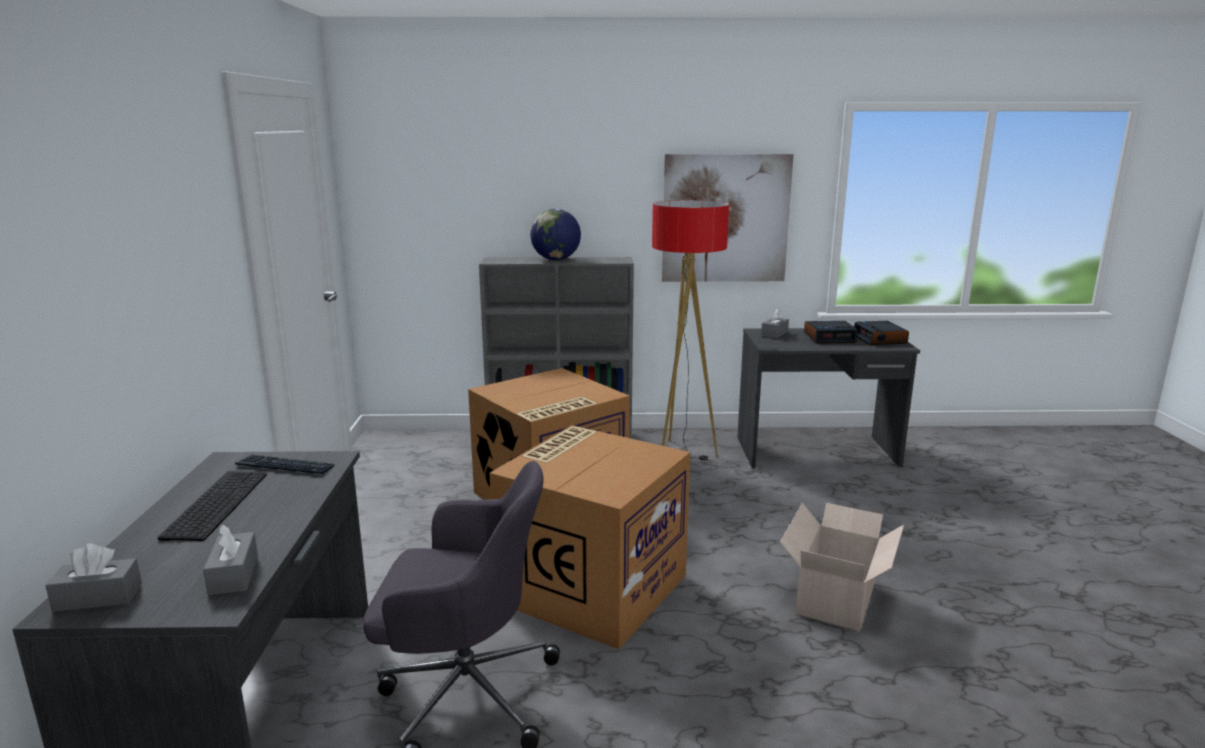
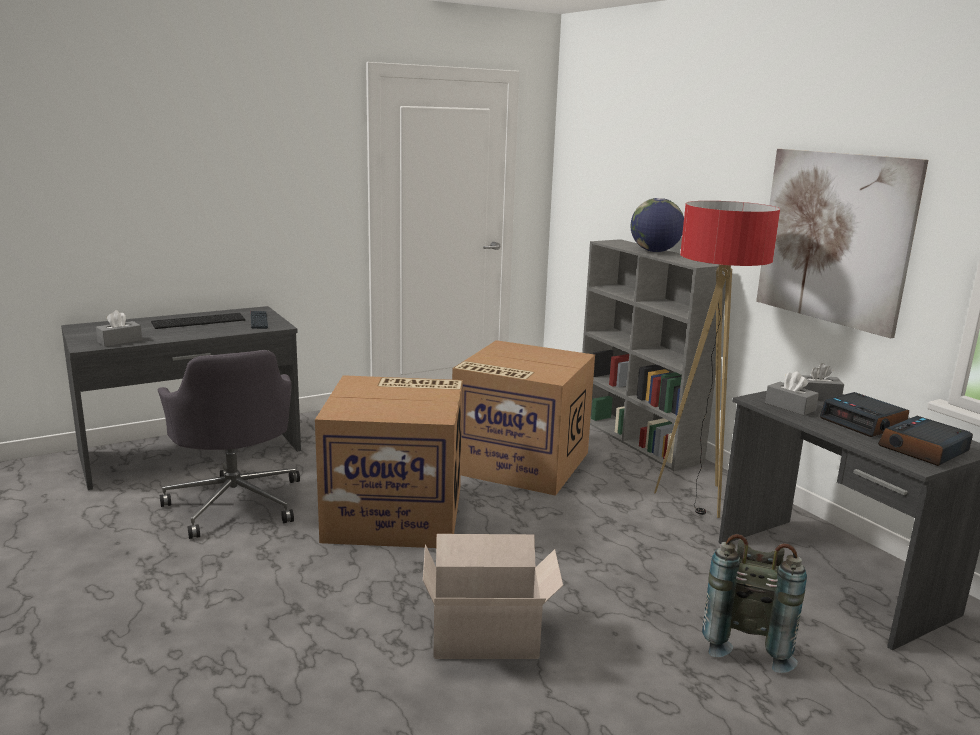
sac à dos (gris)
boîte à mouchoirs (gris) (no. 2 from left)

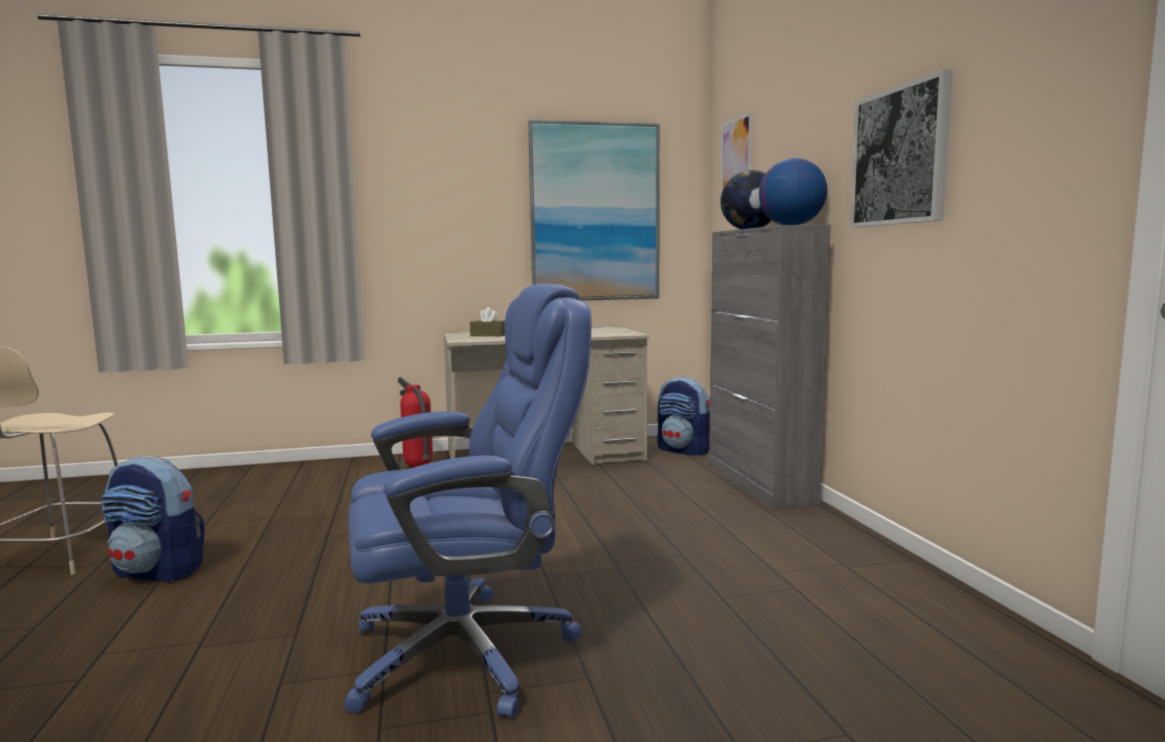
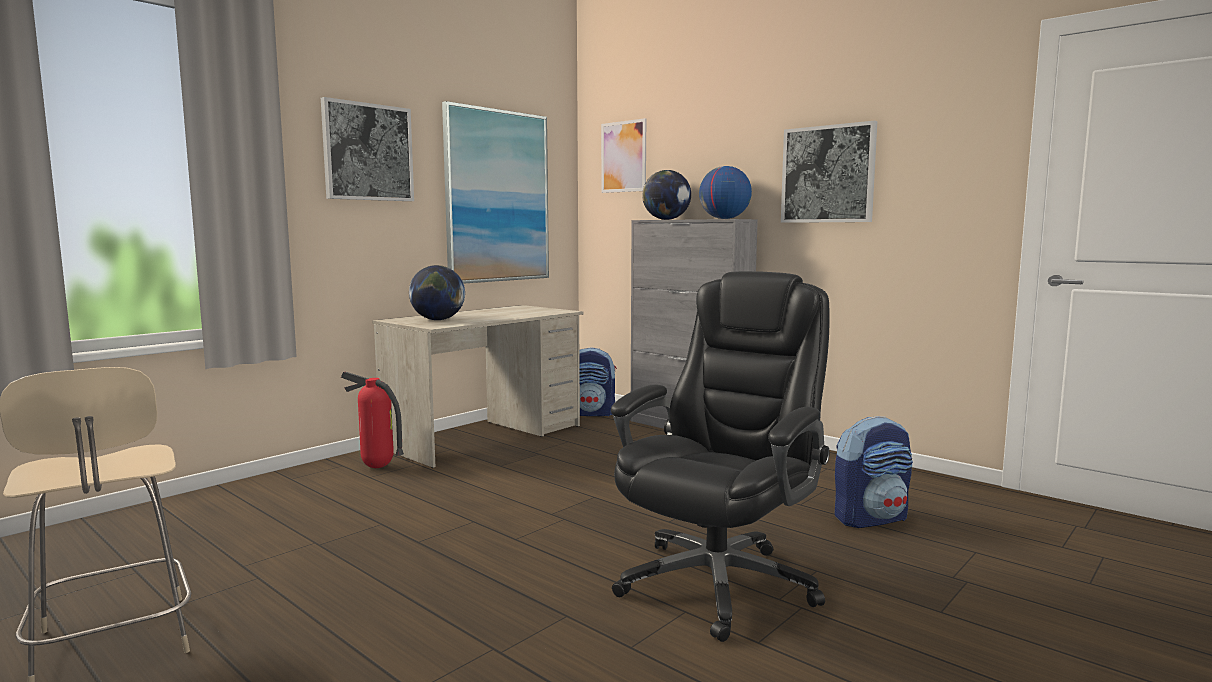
tableau (no. 1 from left)
globe (no. 1 from left)
chaise de bureau (noir)
sac à dos (no. 2 from left)

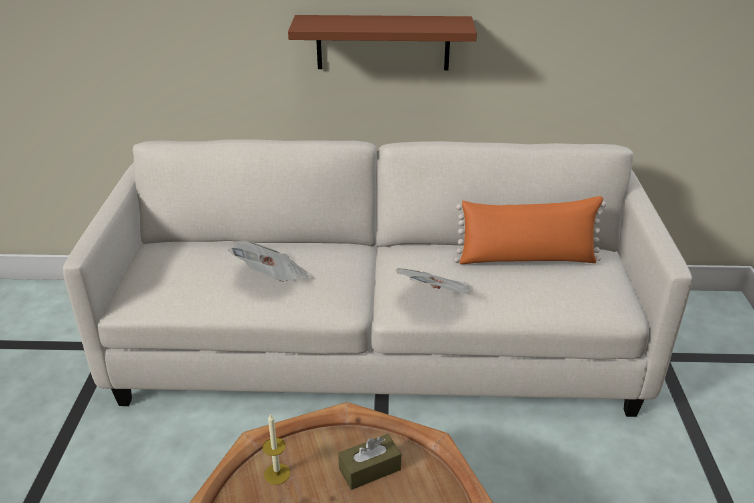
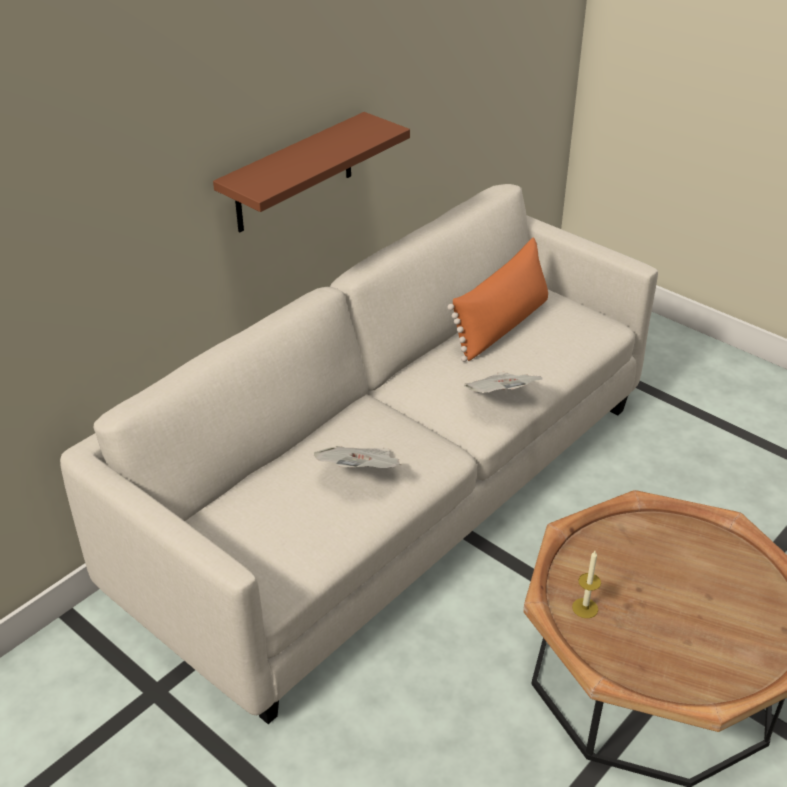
boîte à mouchoirs (marron)

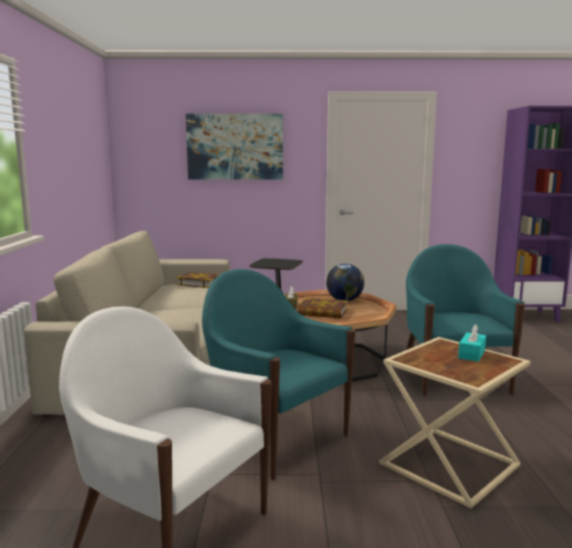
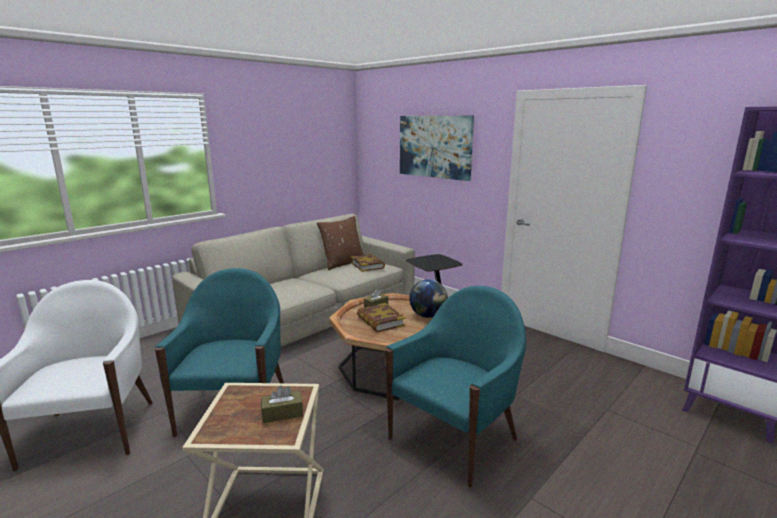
boîte à mouchoirs (marron) (no. 1 from left)
coussin (marron)

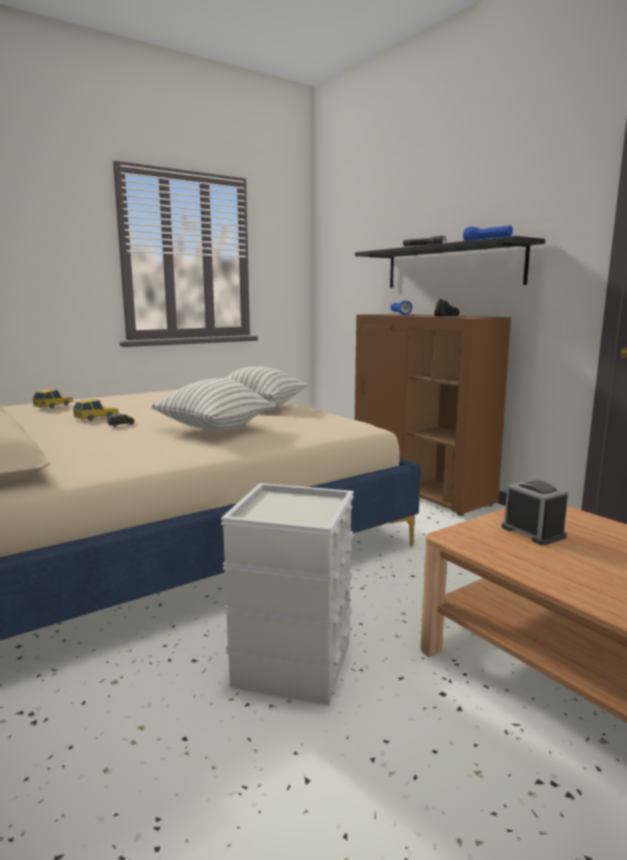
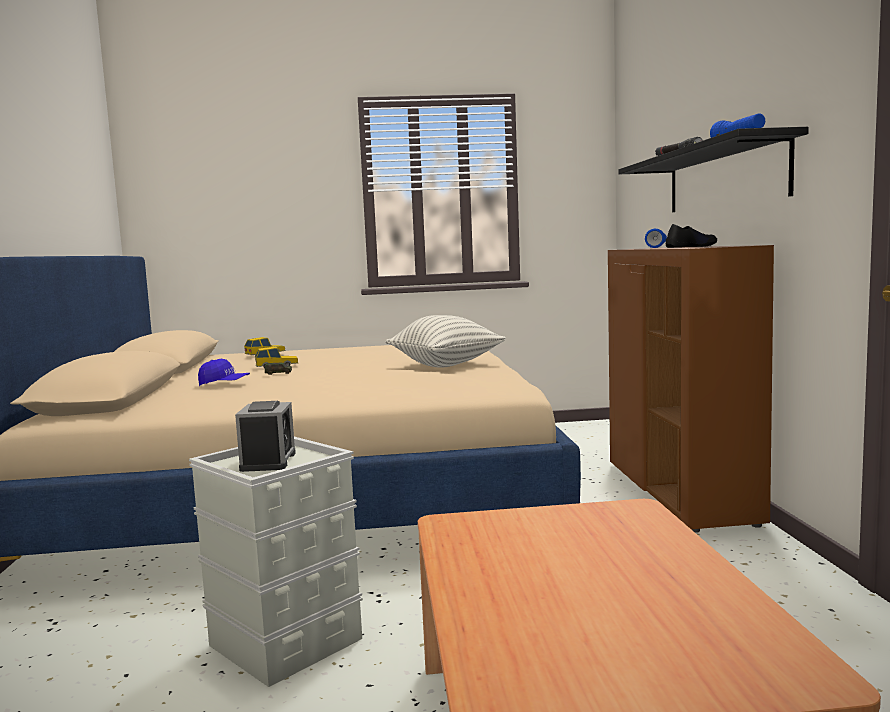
casquette (bleu)
réveil
coussin (no. 1 from left in the first image)

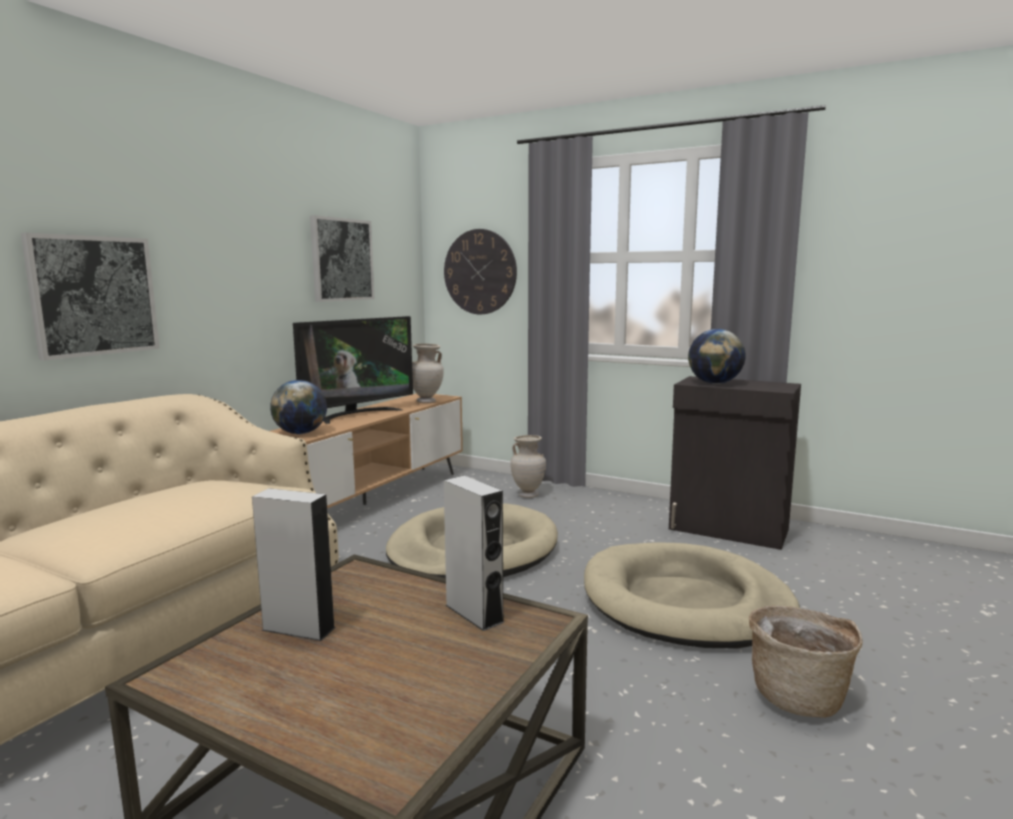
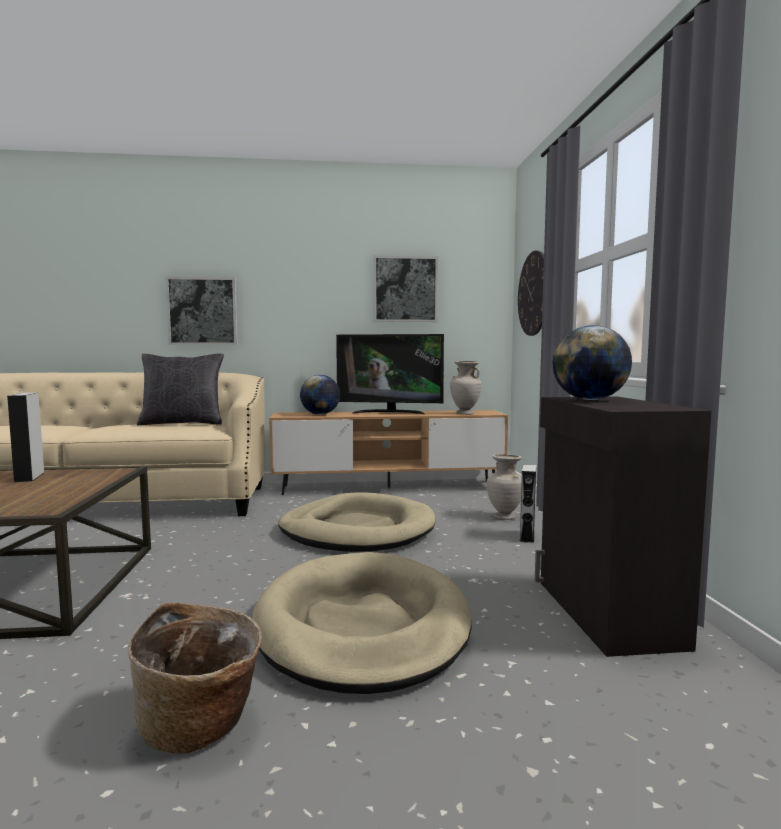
coussin (noir)
enceinte (gris) (no. 2 from left)

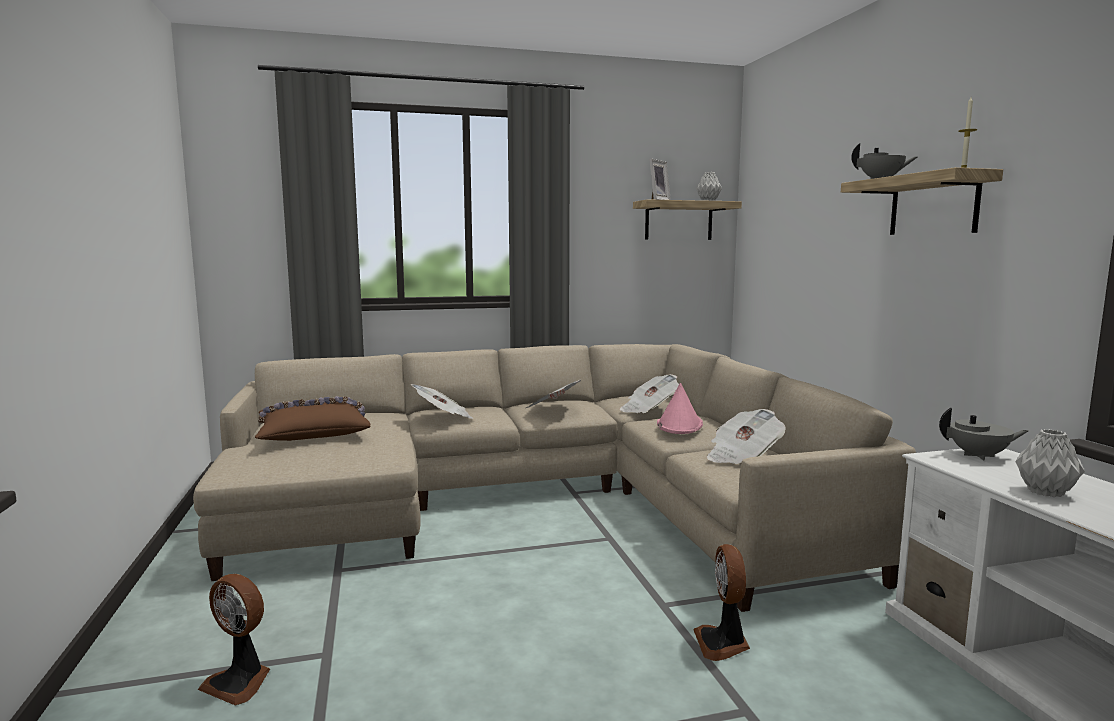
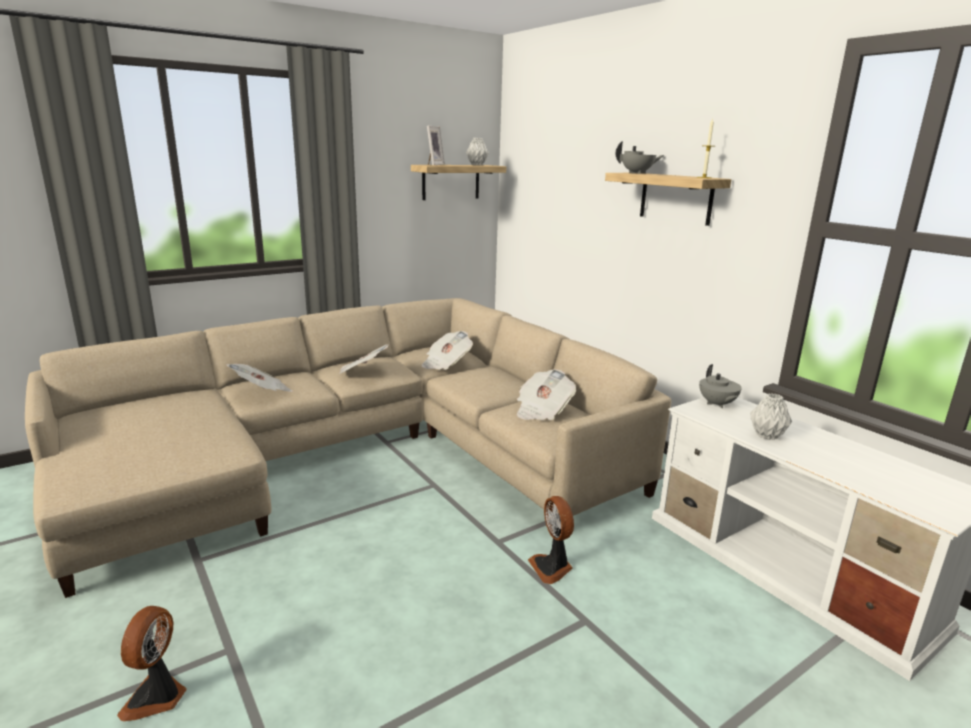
ventilateur (no. 1 from left)
théière (gris) (no. 2 from left)
coussin (marron)
chapeau (rose)

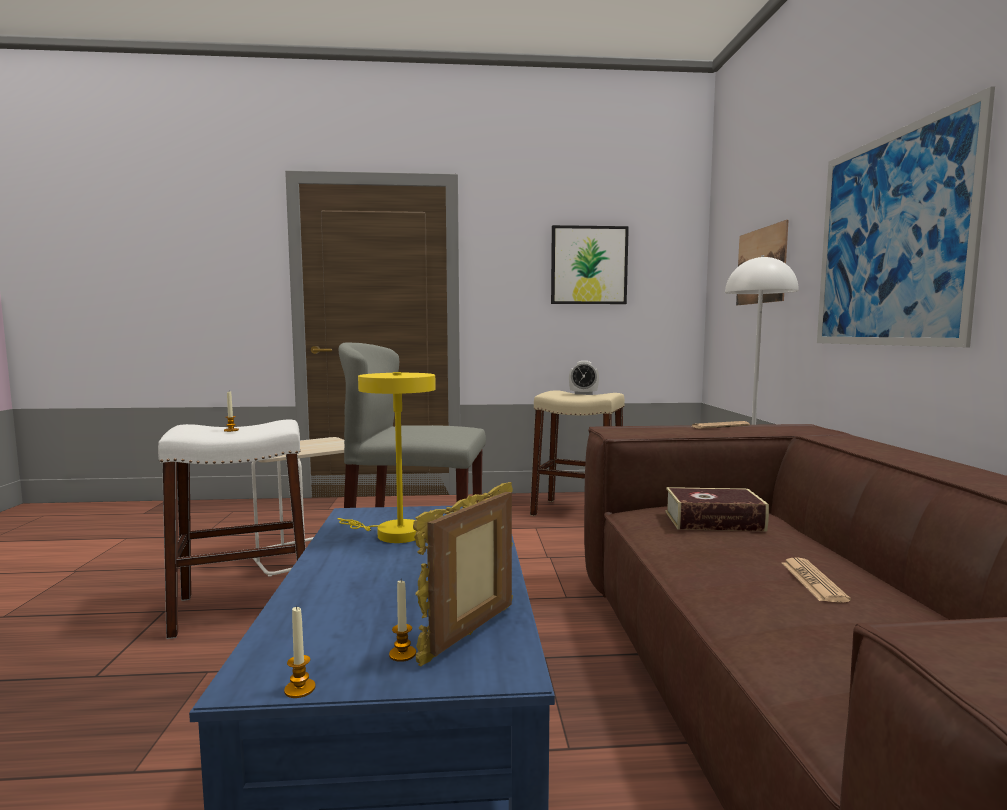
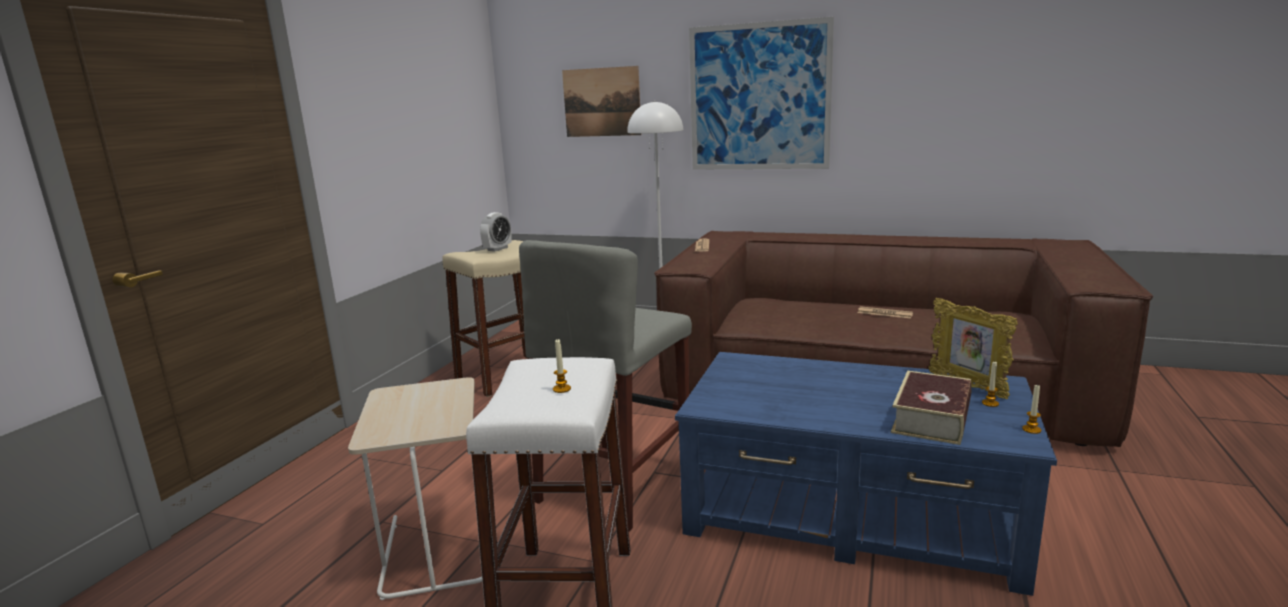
livre
lampe de table (jaune)
tableau (no. 1 from left in the first image)

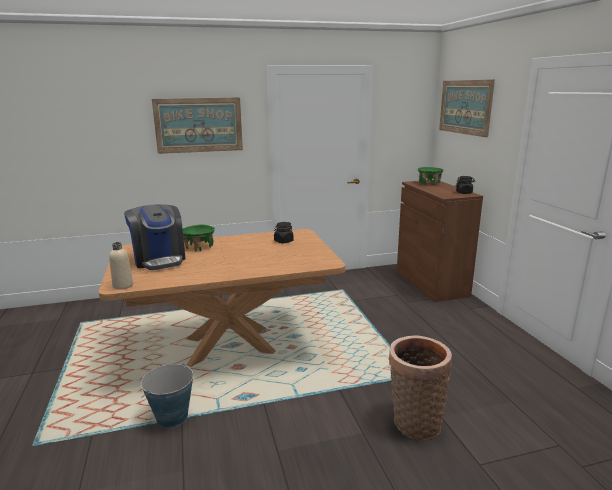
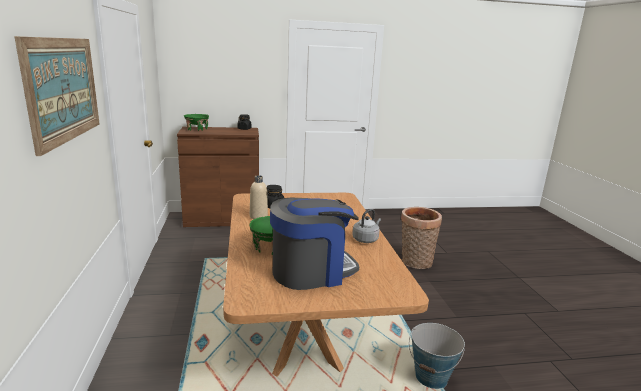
bouteille (beige)
bouilloire (gris)
tableau (no. 2 from left in the first image)

